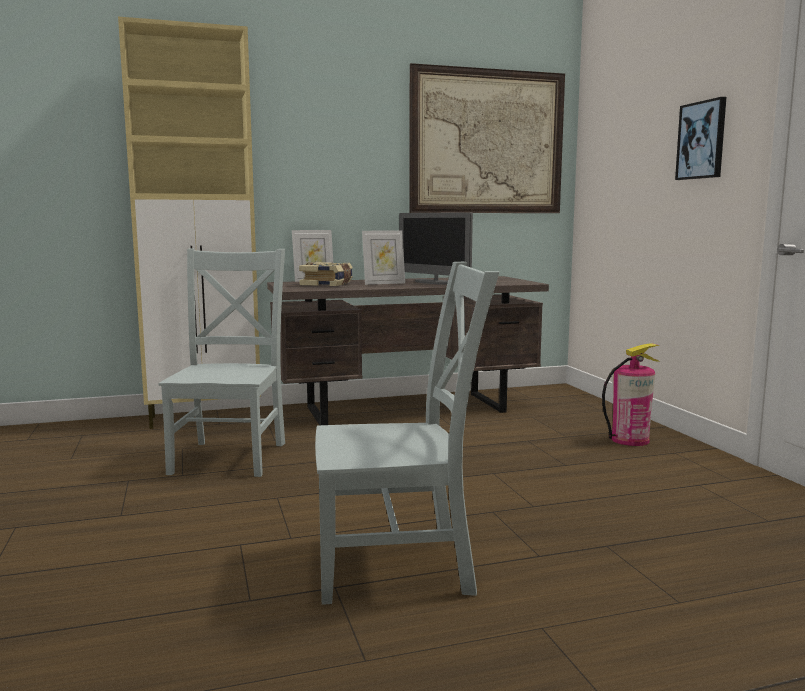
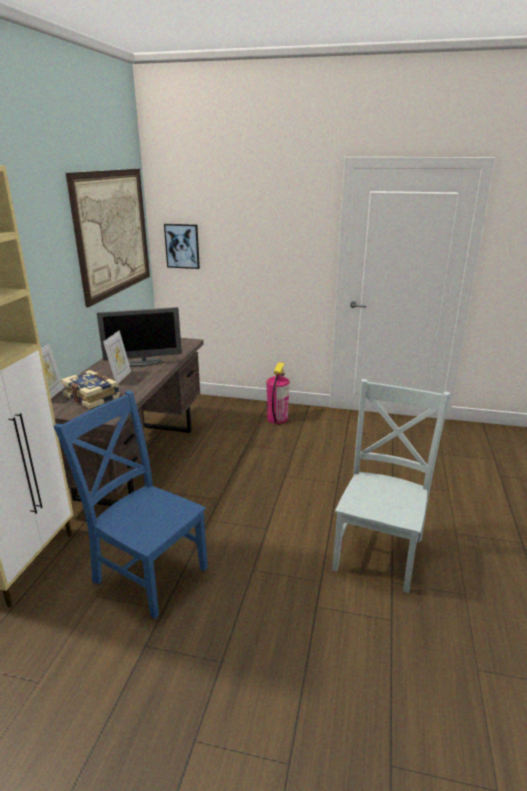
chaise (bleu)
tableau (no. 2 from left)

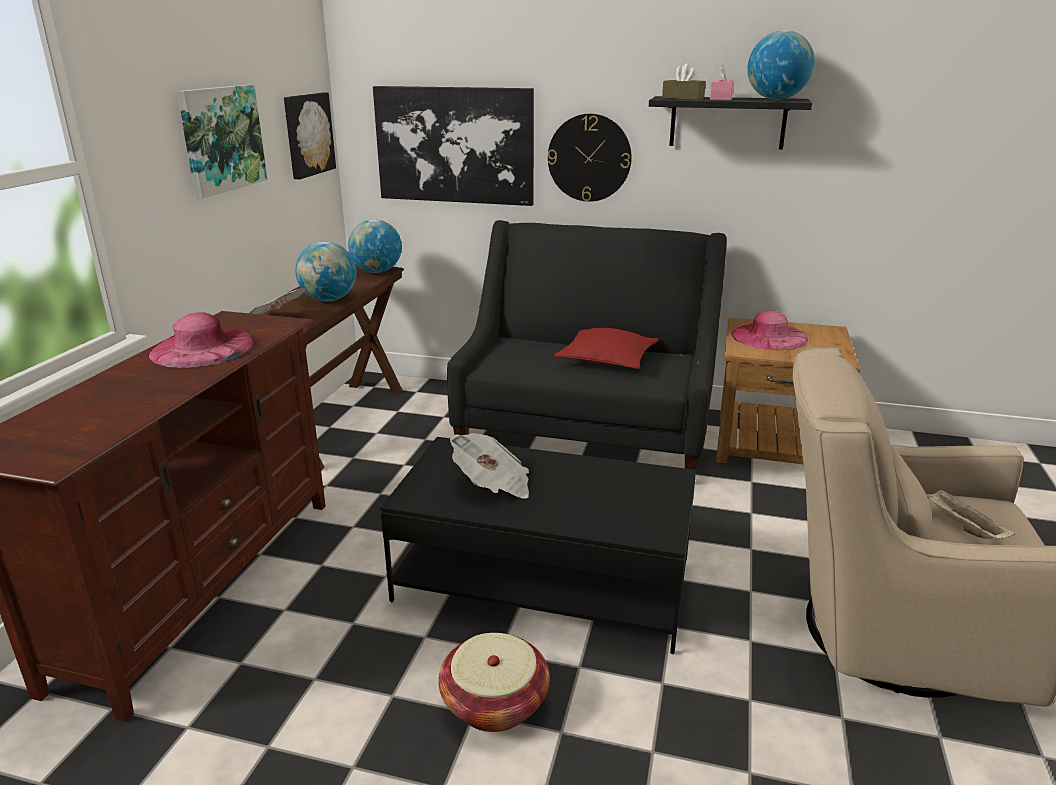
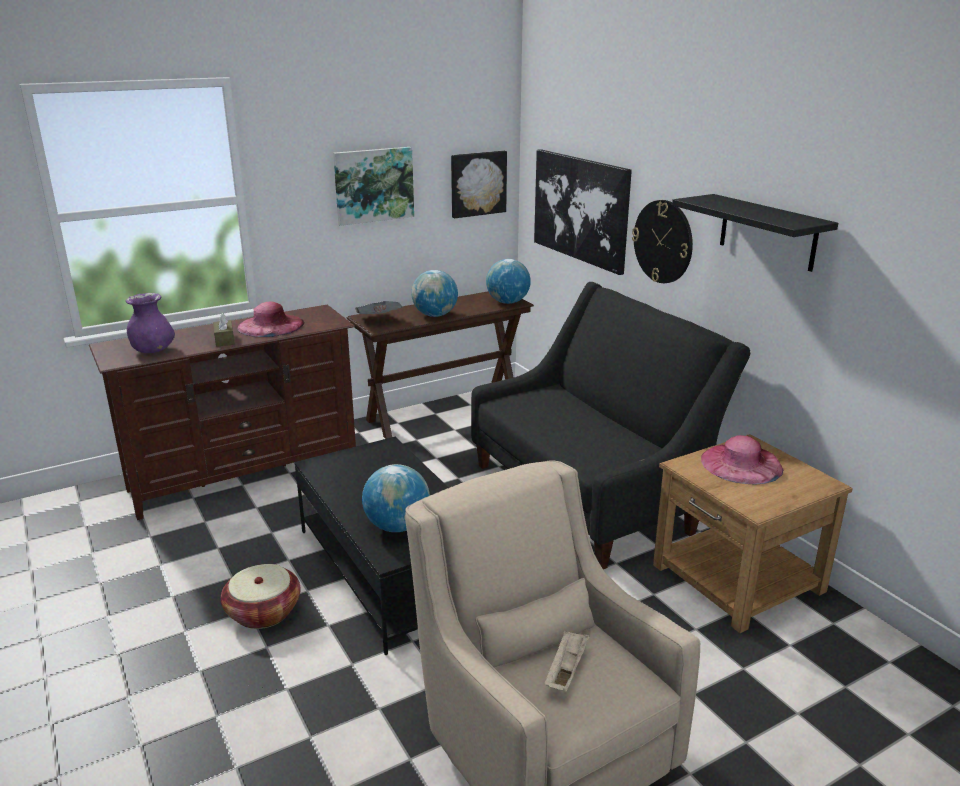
vase (violet)
boîte à mouchoirs (marron)
globe (no. 1 from left)
journal (no. 2 from left in the first image)
coussin (rouge)
boîte à mouchoirs (rose)

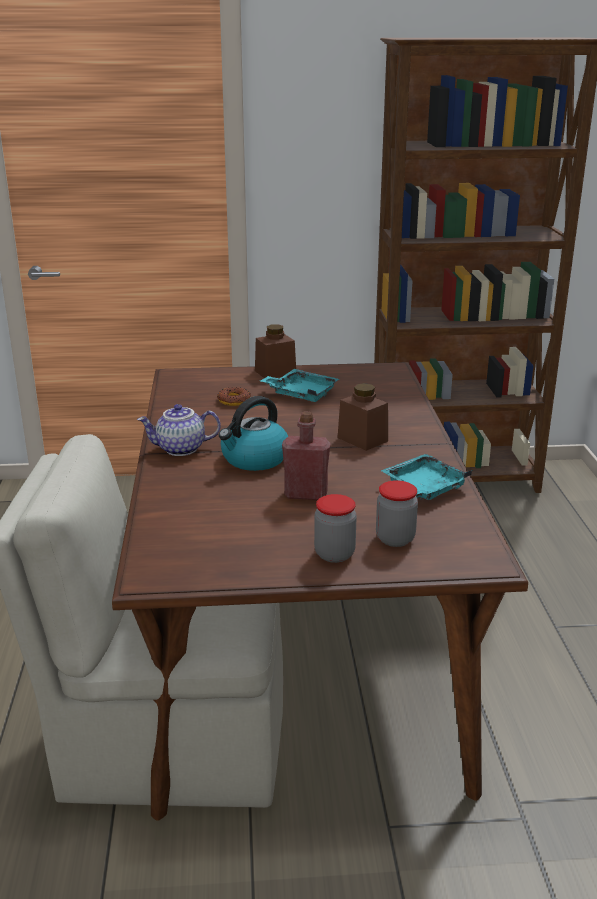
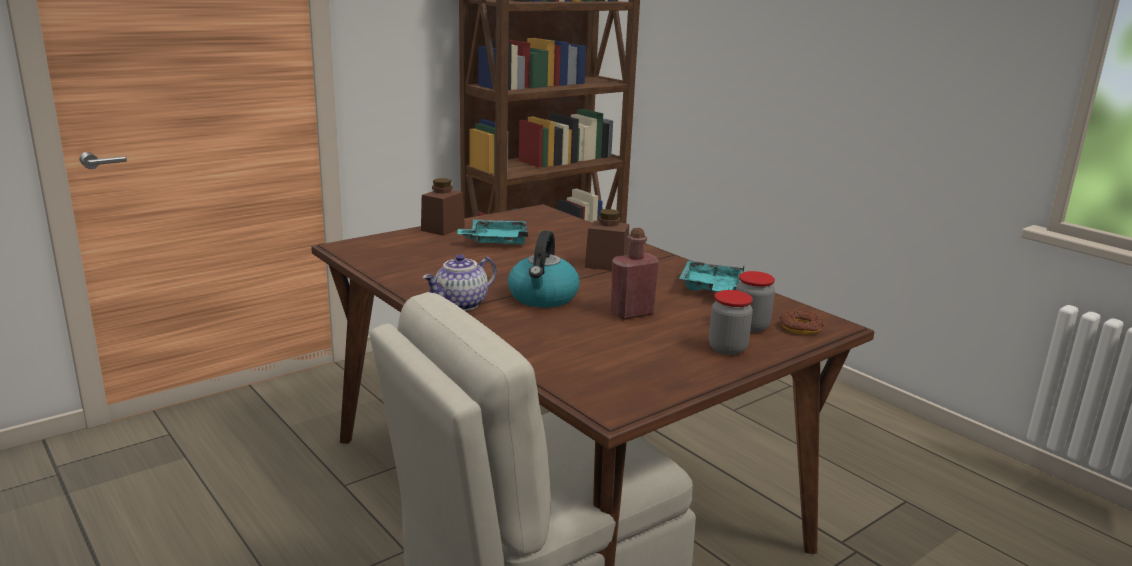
beignet

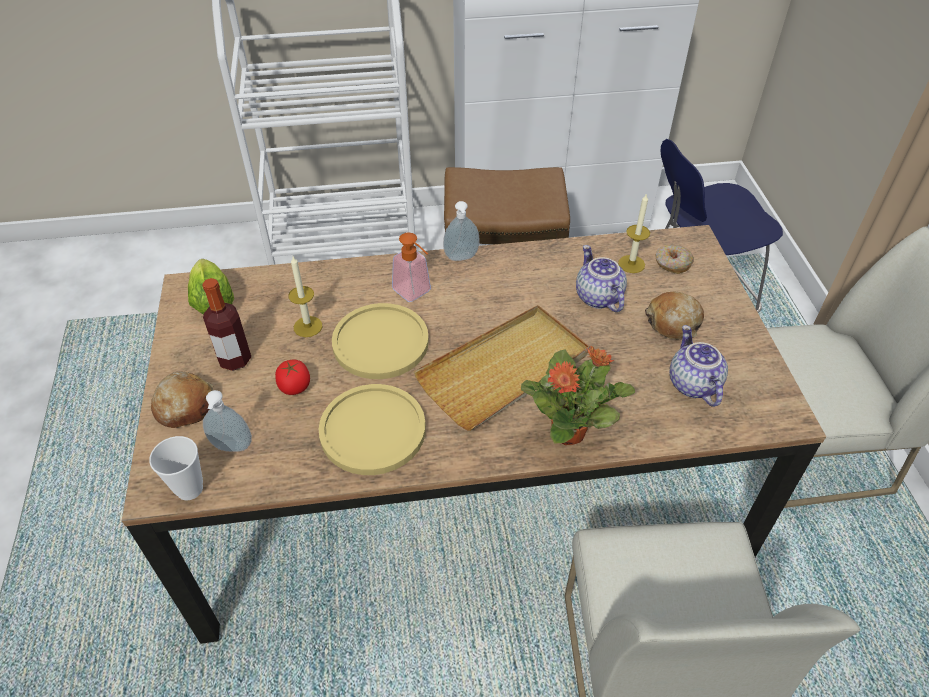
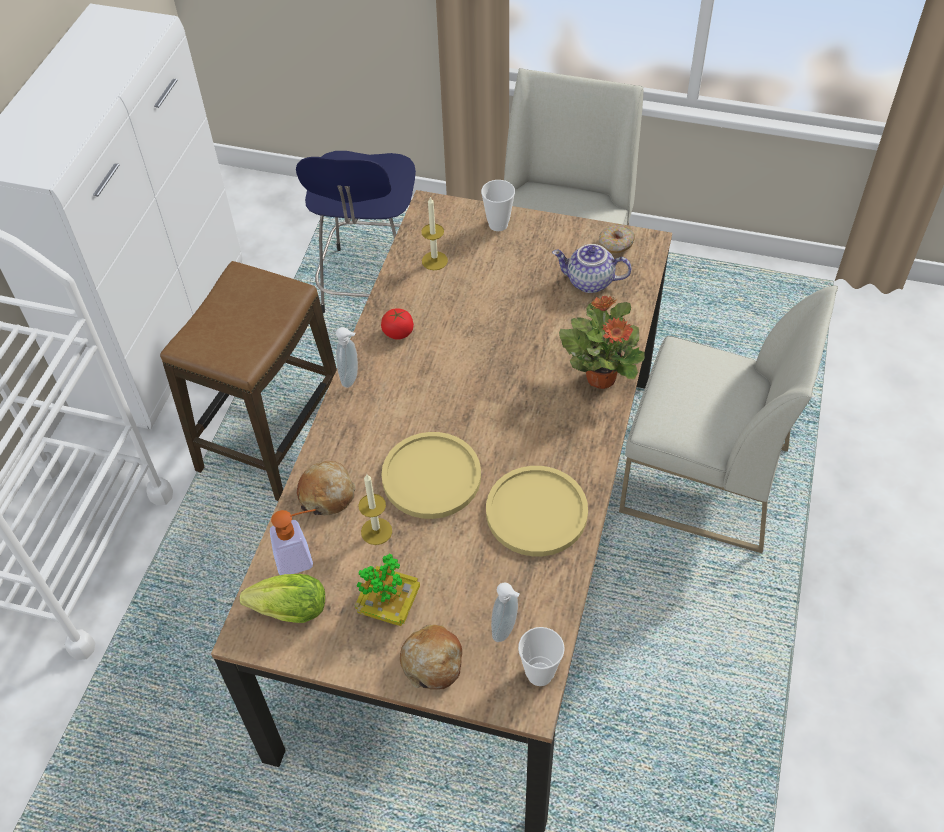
distributeur de savon (no. 1 from left)
pain (no. 1 from left)
plante en pot (no. 1 from left)
tomate
tasse (no. 1 from left)
beignet
plateau (beige)
théière (no. 1 from left in the first image)

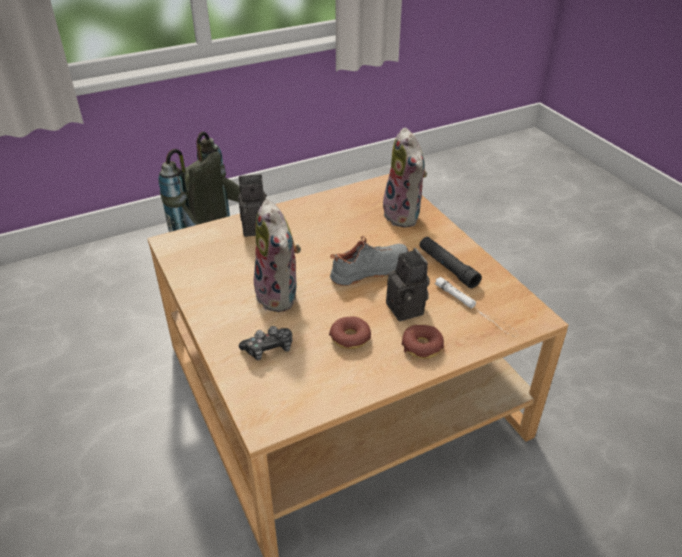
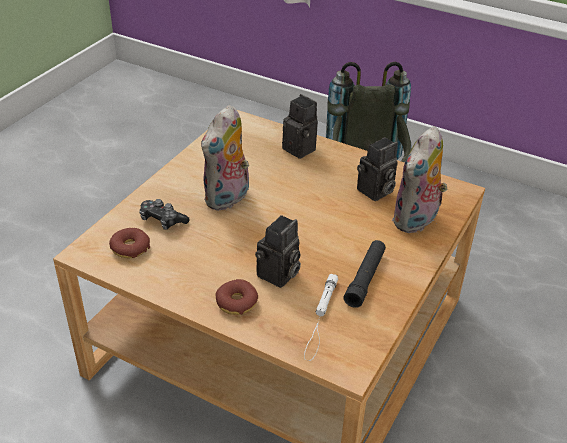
beignet (no. 1 from left)
appareil photo (no. 3 from left)
chaussure (gris)

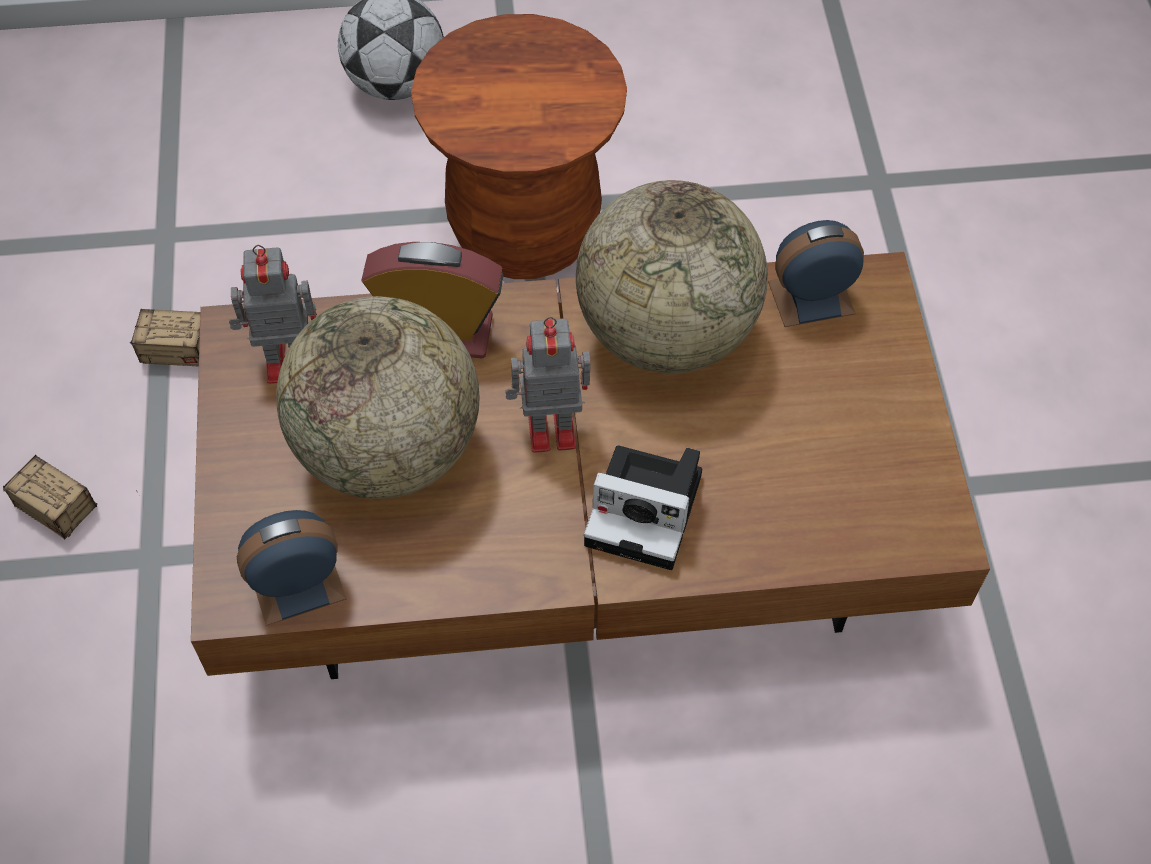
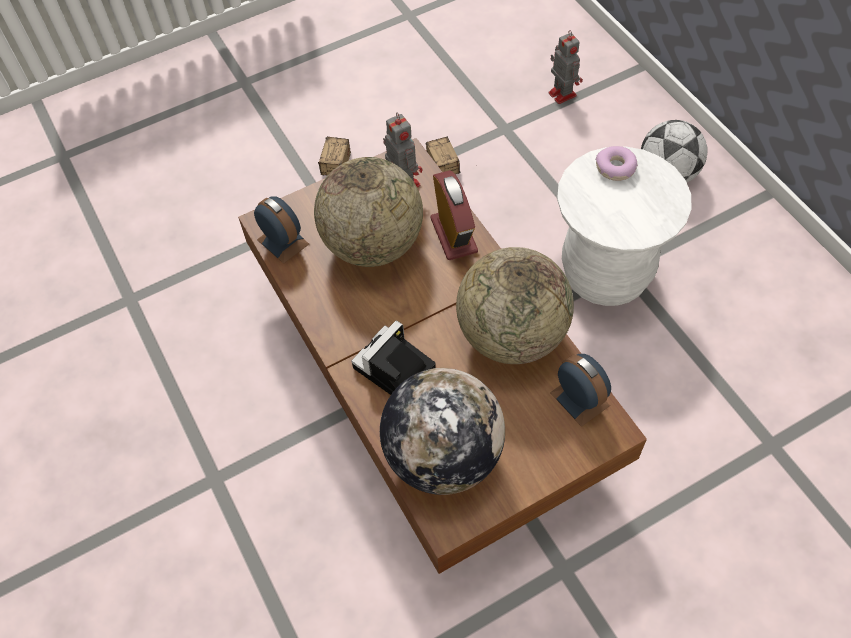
appareil photo
globe (no. 2 from left)
robot jouet (no. 2 from left)
tabouret (blanc)
beignet

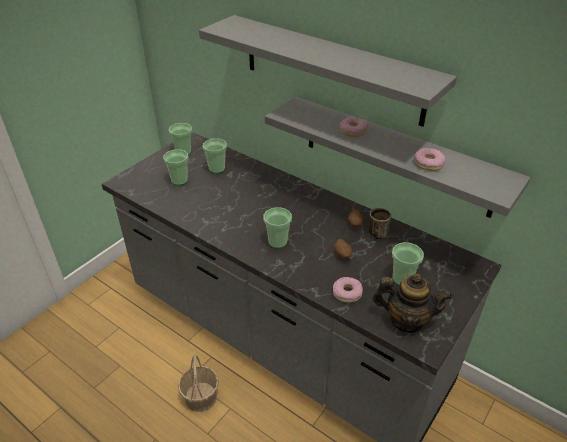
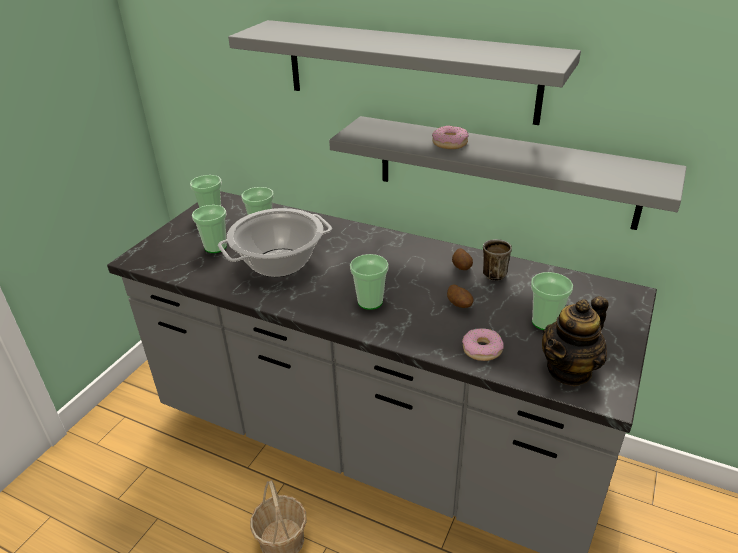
marmite
théière
beignet (no. 3 from left in the first image)

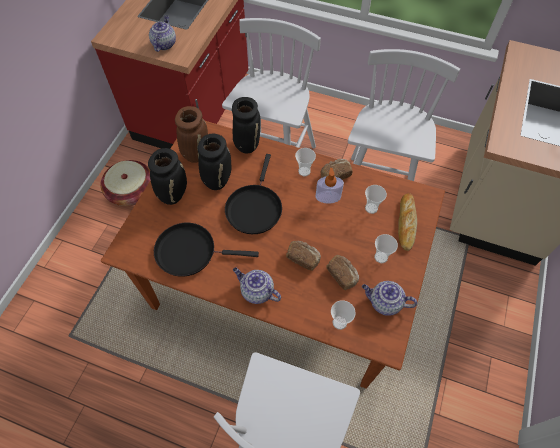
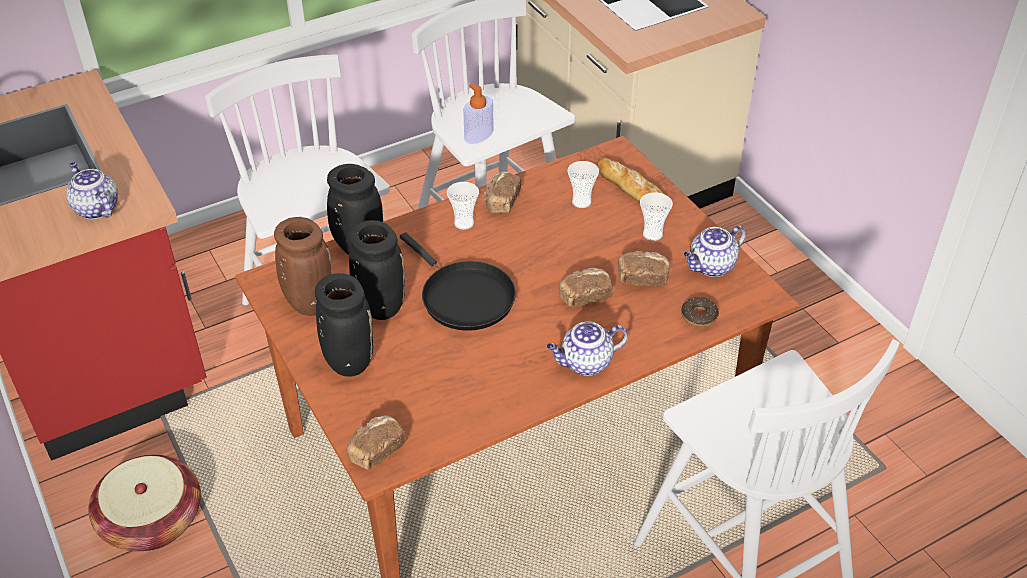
pain (no. 1 from left)
distributeur de savon
beignet
poêle (noir) (no. 1 from left in the first image)

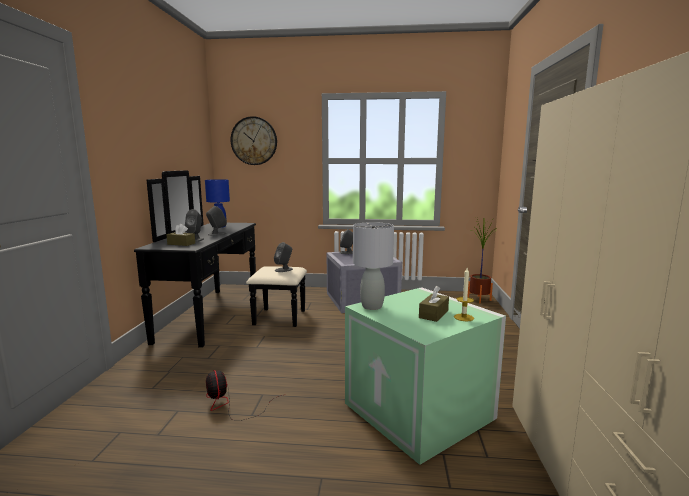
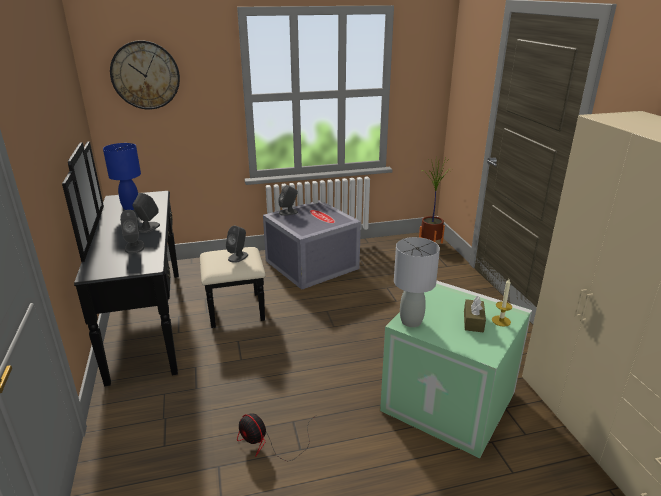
boîte à mouchoirs (marron) (no. 1 from left in the first image)

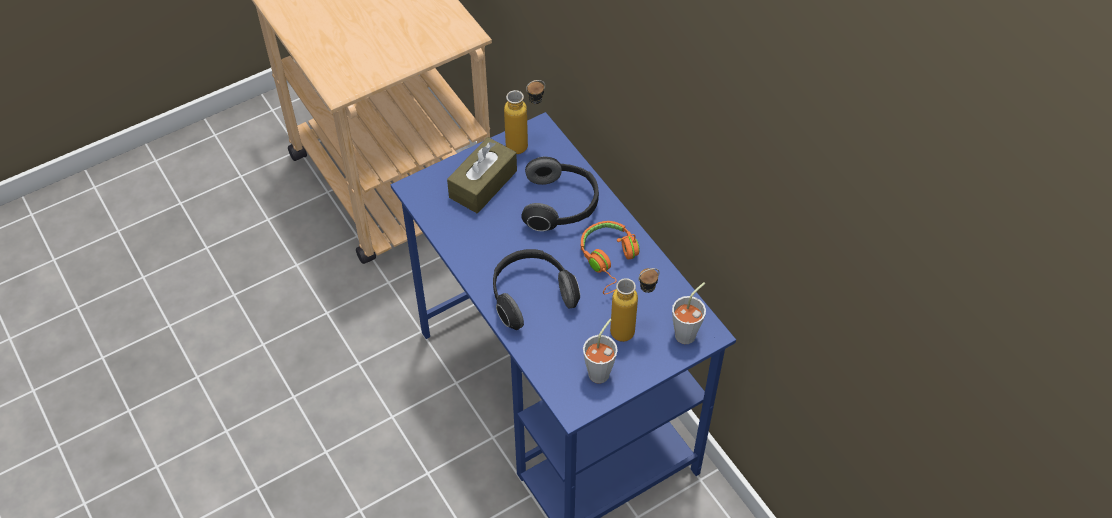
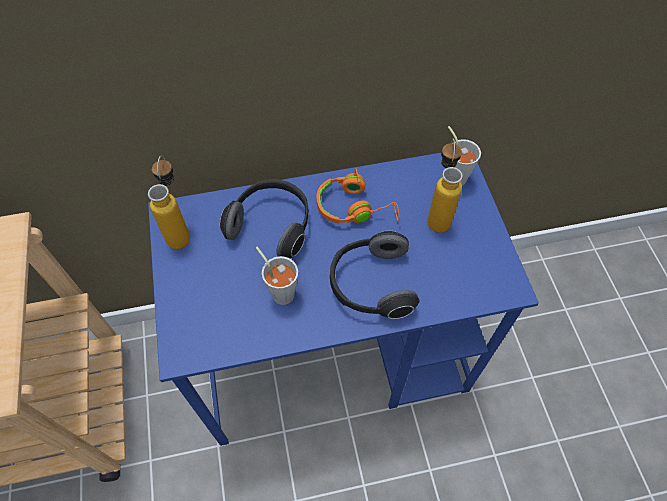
tasse (gris) (no. 1 from left)
boîte à mouchoirs (marron)

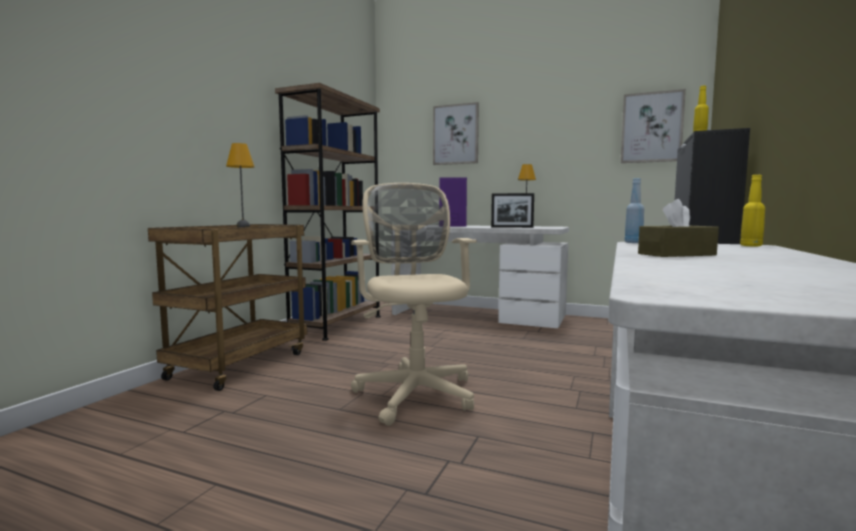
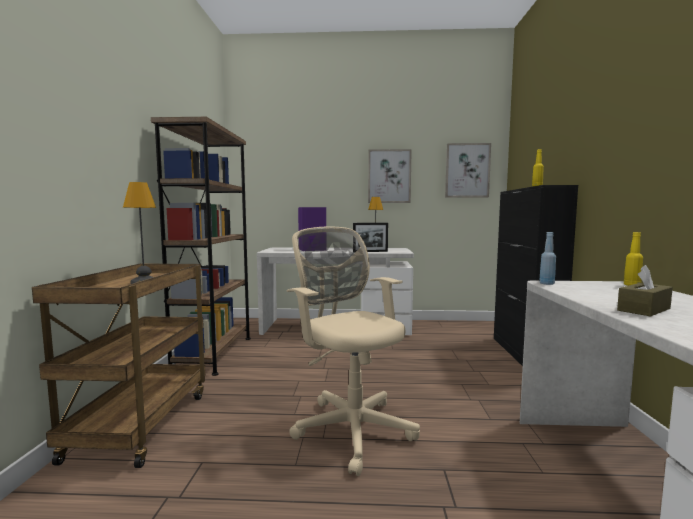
tableau (no. 1 from left)

